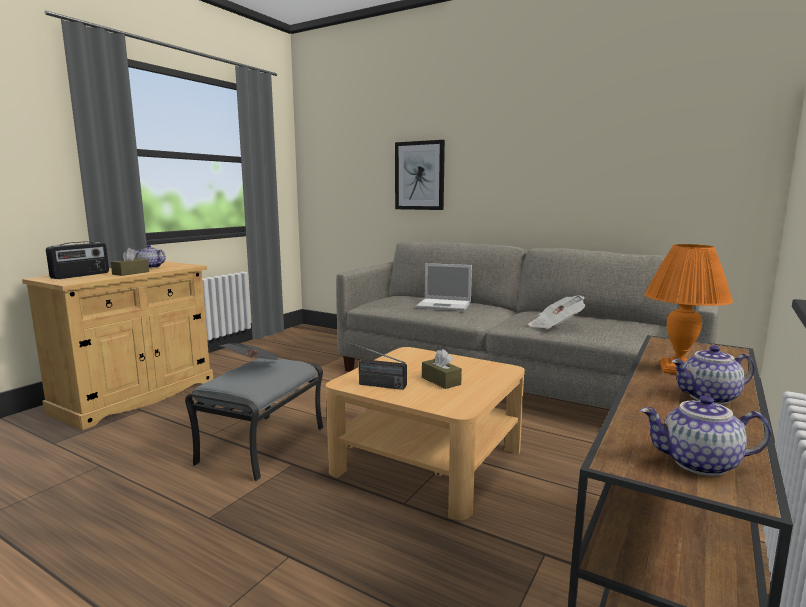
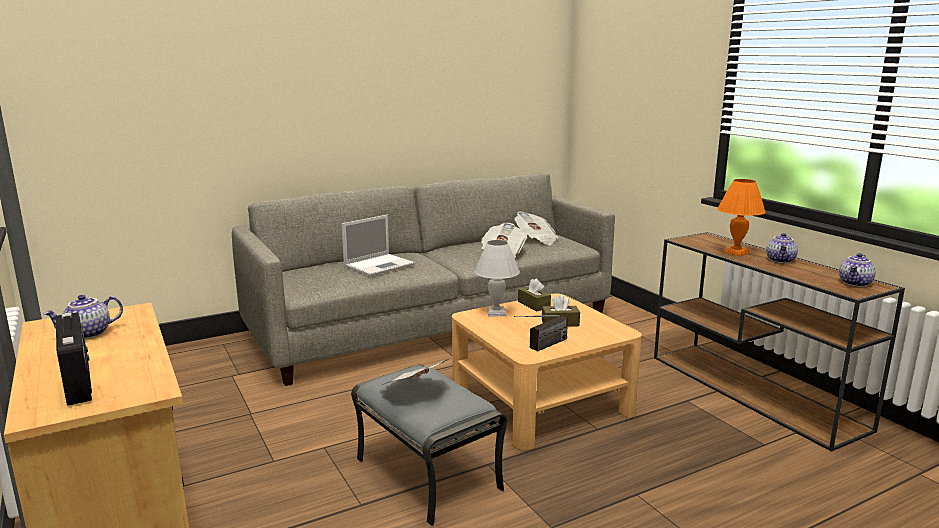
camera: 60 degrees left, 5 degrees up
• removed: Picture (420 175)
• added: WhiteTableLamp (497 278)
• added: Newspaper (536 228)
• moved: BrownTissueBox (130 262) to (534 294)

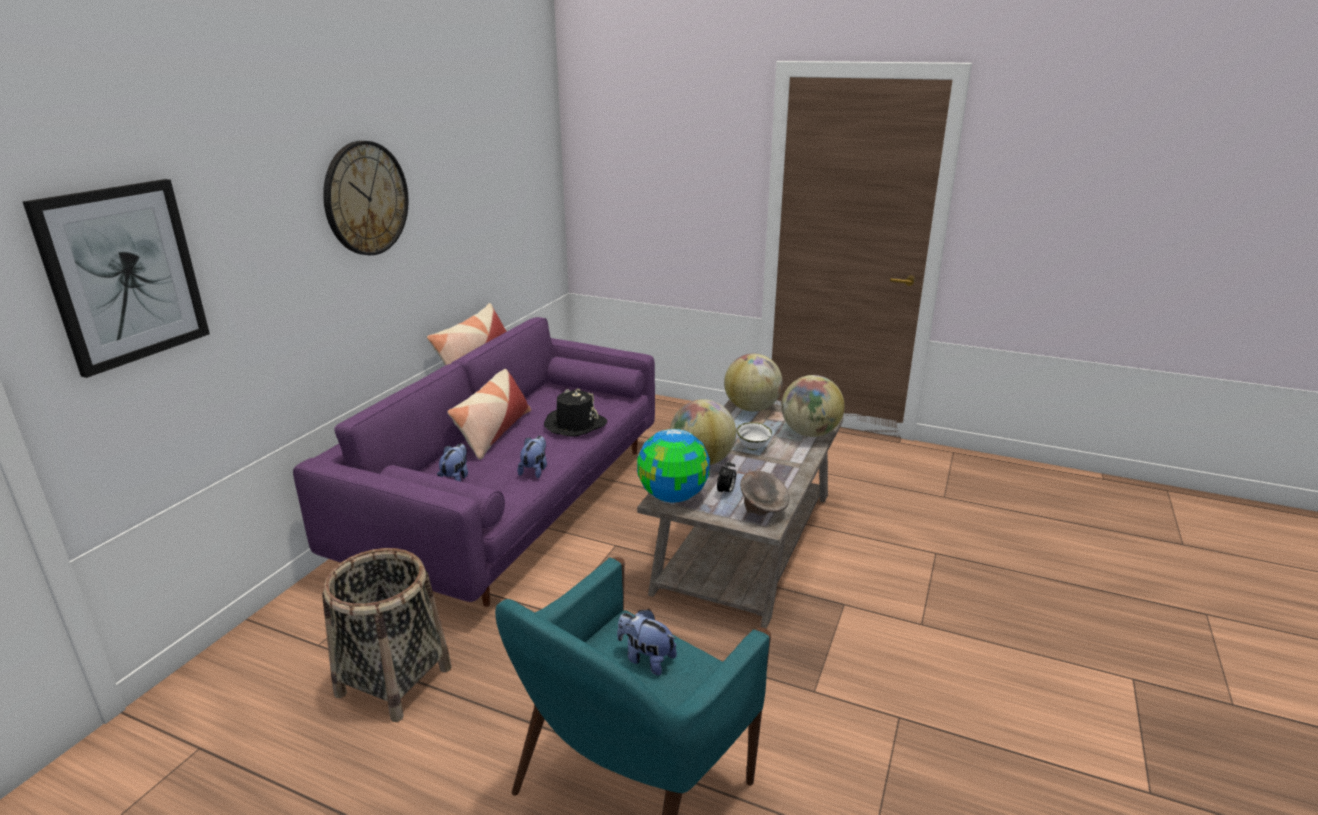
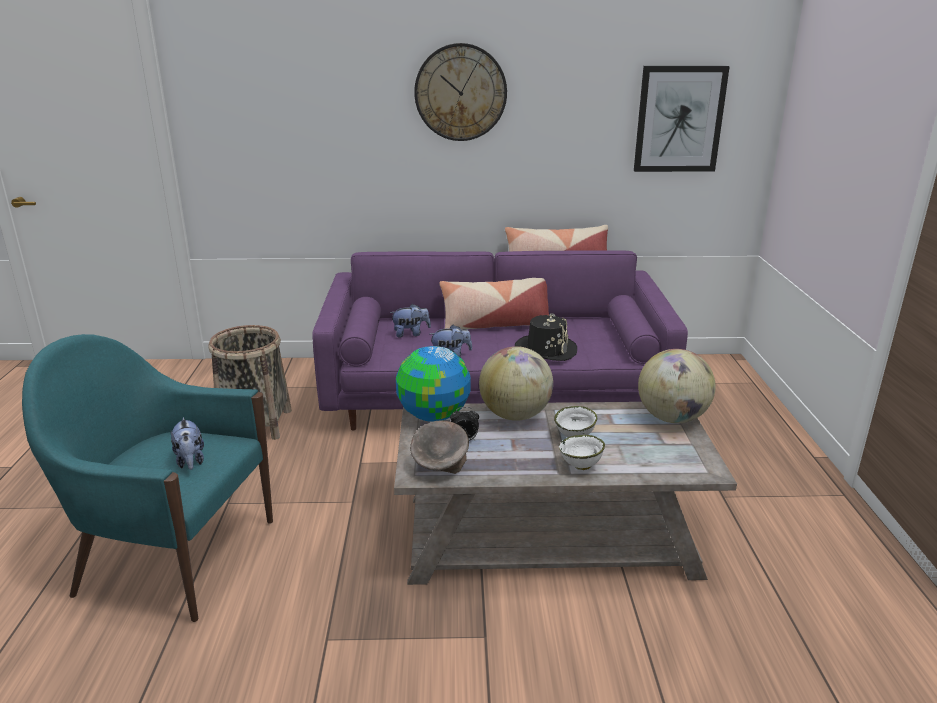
camera: 65 degrees right, 0 degrees up
• removed: Globe (813 406)
• added: WhiteBowl (582 452)
• moved: Picture (116 278) to (682 119)
• turned: PlushToy (647 642) = (187 443) 150 degrees clockwise

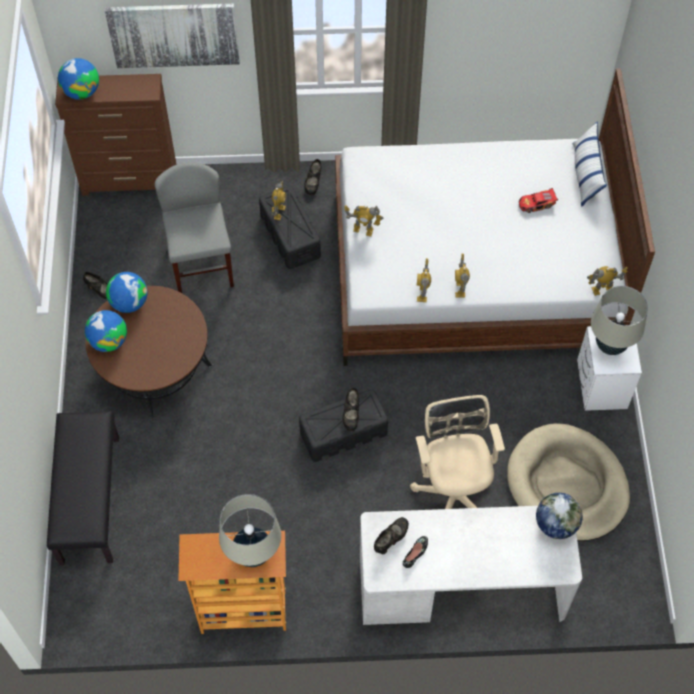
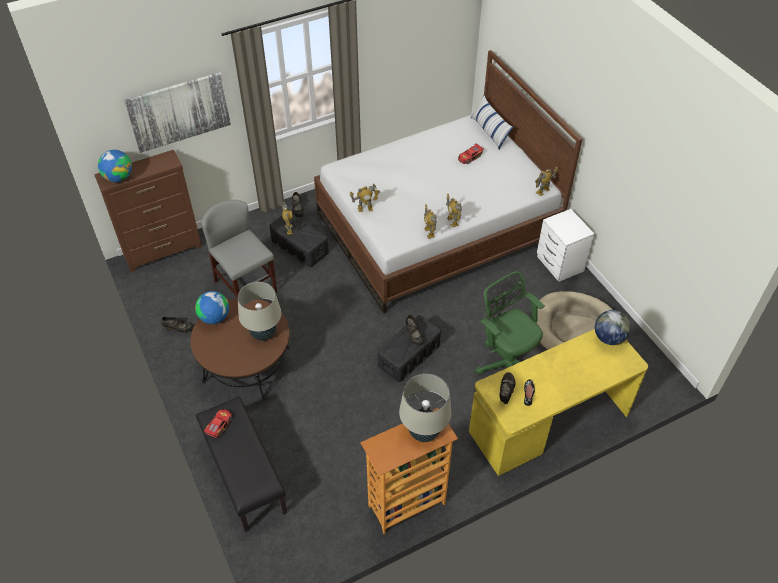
camera: 25 degrees left, 10 degrees down
• removed: Globe (106 331)
• added: ToyCar (218 423)
• moved: BeigeTableLamp (619 320) to (260 311)
• recoloured: WhiteDesk (471 565) to YellowDesk (558 402)
• recoloured: BeigeOfficeChair (457 452) to GreenOfficeChair (510 322)

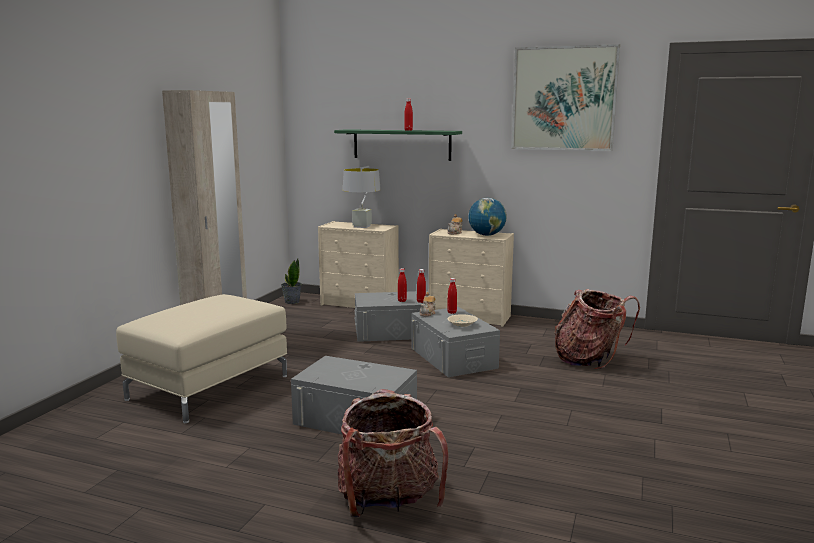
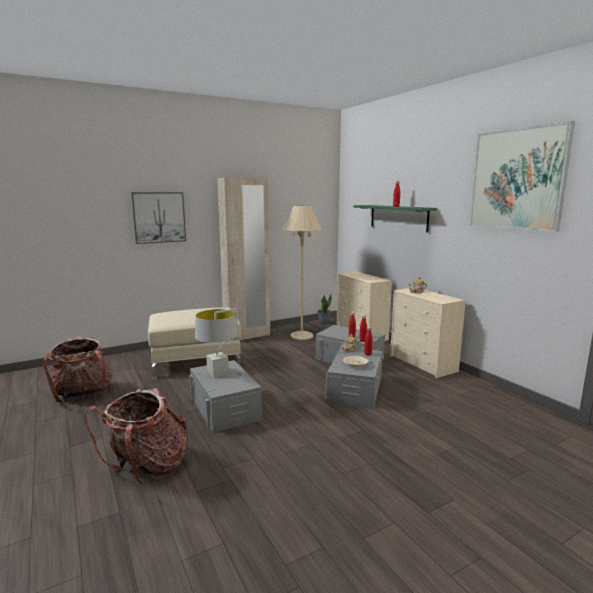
camera: 40 degrees right, 0 degrees up
• removed: Globe (487 217)
• added: Picture (158 218)
• added: BeigeFloorLamp (302 273)
• moved: GreyTableLamp (362 197) to (216 342)
• moved: Backpack (597 329) to (77 369)

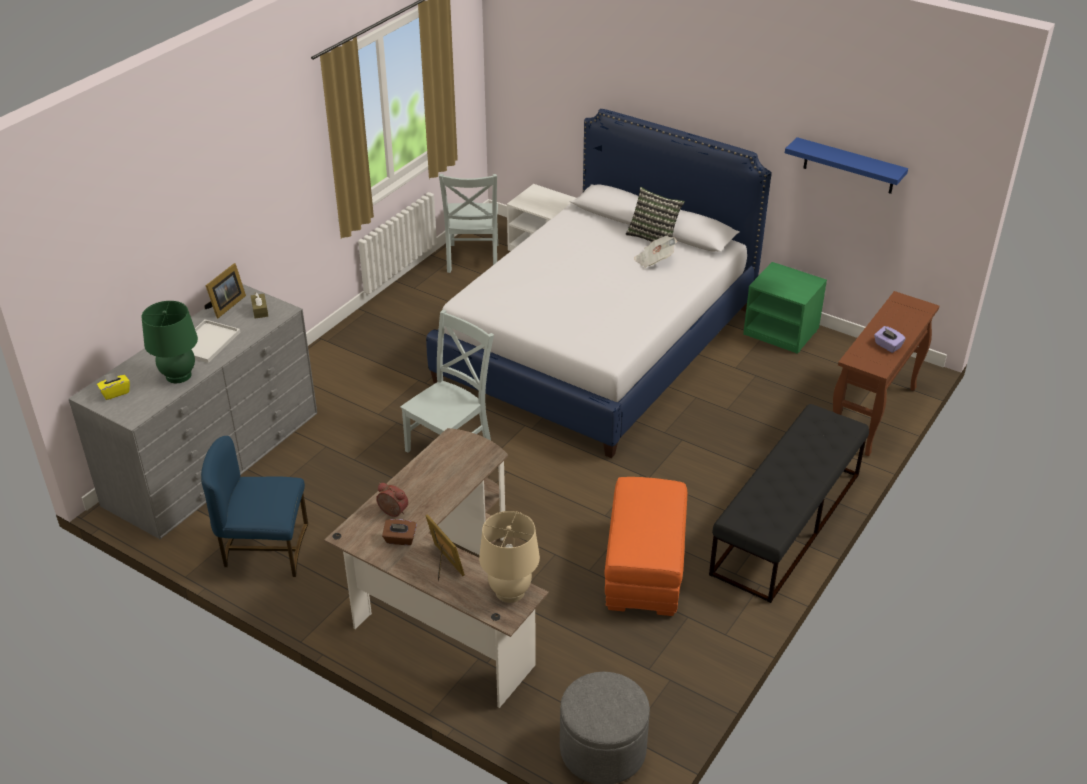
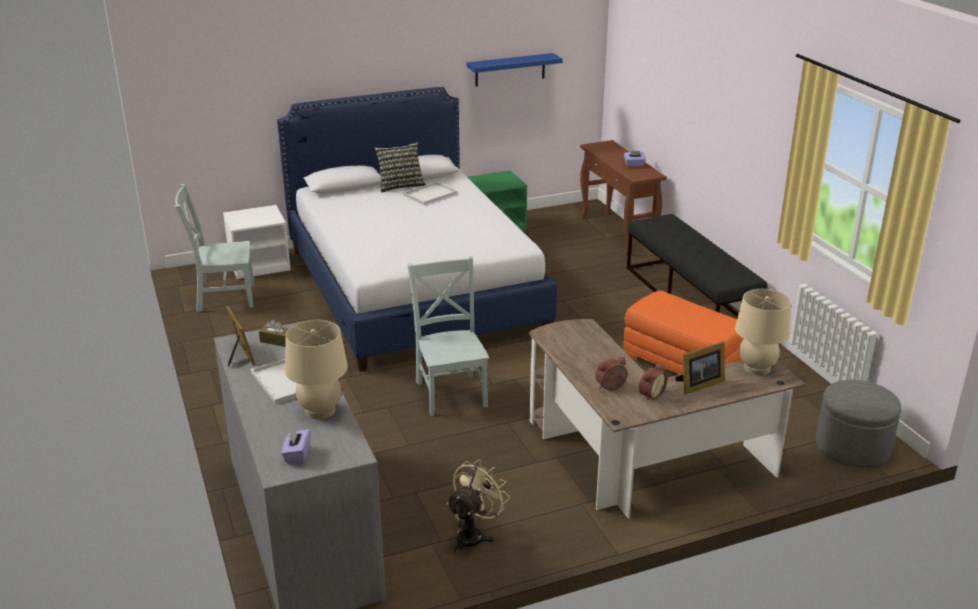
camera: 55 degrees left, 10 degrees down
• replaced: BlueChair (254 506) to BeigeFan (478 506)
• replaced: BrownTissueBox (399 532) to AlarmClock (653 382)
• replaced: Newspaper (655 252) to WhiteTray (430 193)
• recoloured: YellowTissueBox (113 385) to PurpleTissueBox (296 445)
• recoloured: GreenTableLamp (170 342) to BeigeTableLamp (316 369)
• turned: PictureFrame (445 547) = (700 368) 150 degrees clockwise
• turned: GreyChair (468 223) = (214 248) 135 degrees clockwise

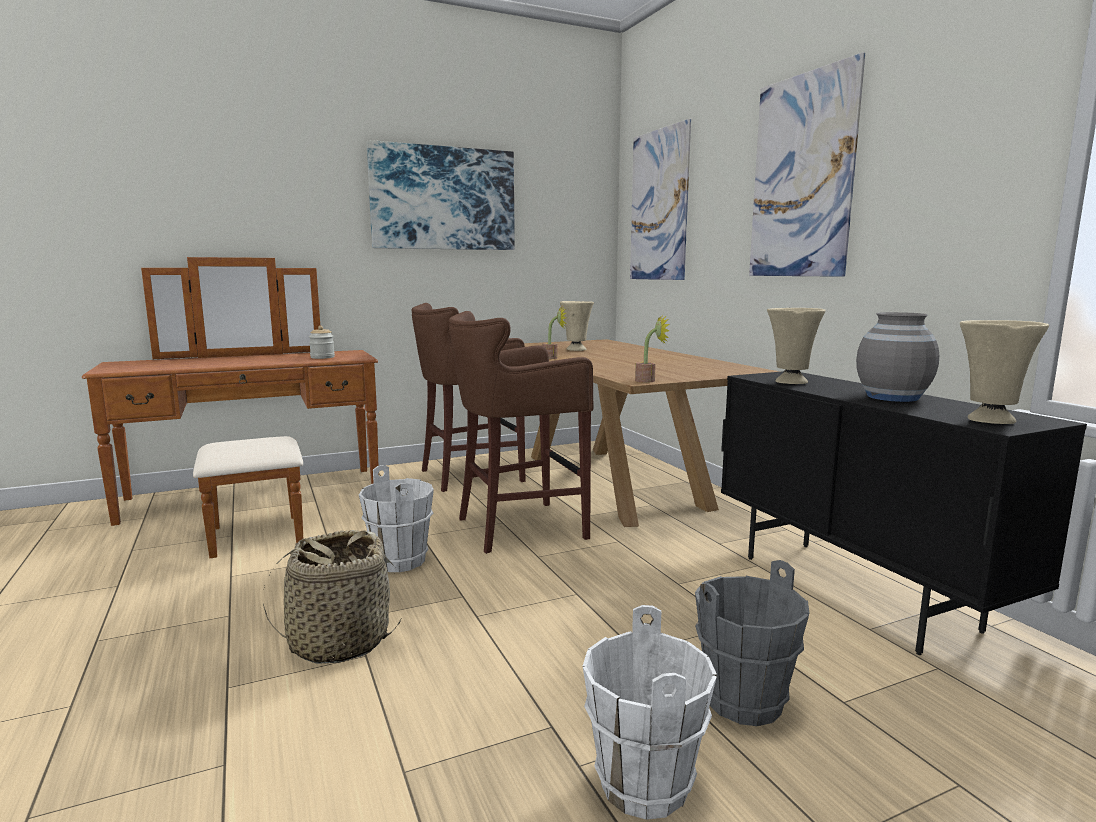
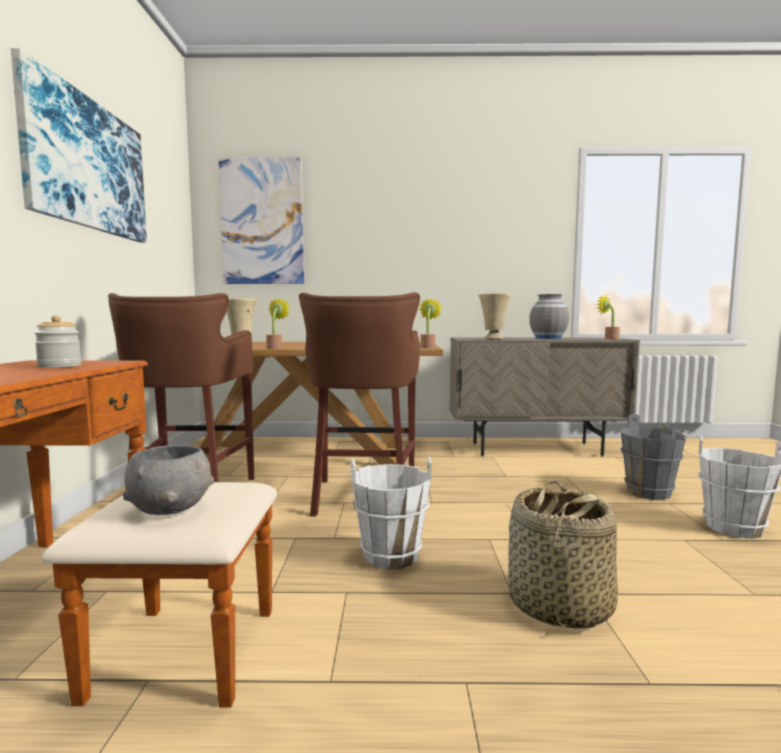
camera: 65 degrees left, 5 degrees down
• removed: Picture (807 164)
• added: GreyBowl (168 480)
• replaced: BeigeVase (1004 372) to PottedPlant (608 317)
• recoloured: BlackCabinet (904 513) to BeigeCabinet (544 397)

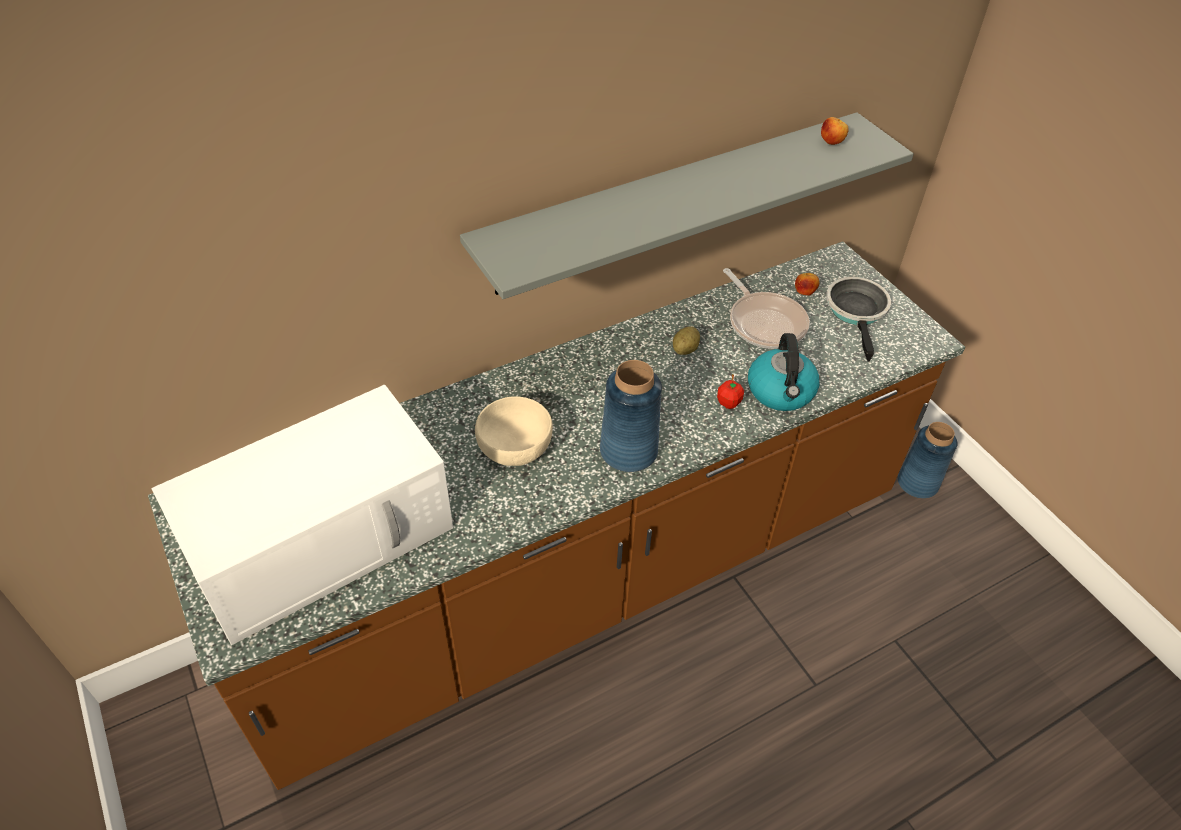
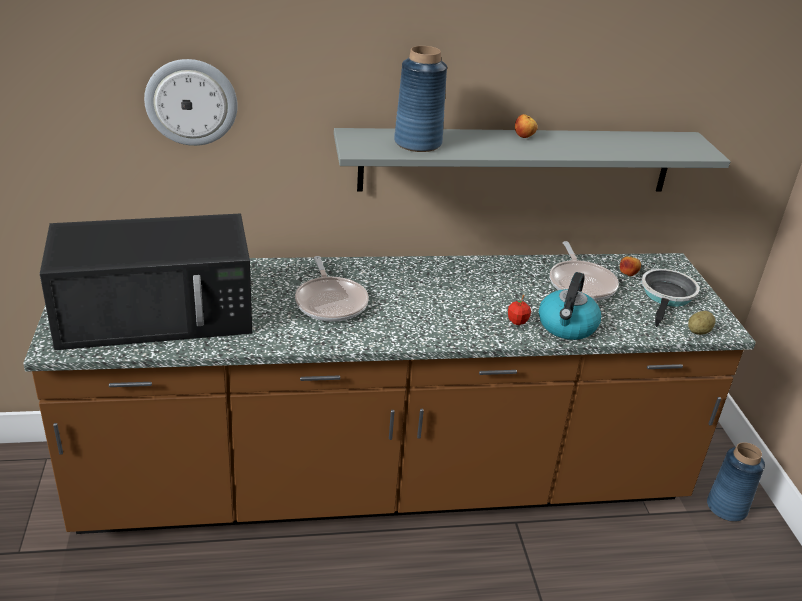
camera: 20 degrees right, 15 degrees down
• added: WallClock (191 102)
• moved: BlueVase (631 416) to (420 99)
• moved: Potato (686 340) to (701 323)
• moved: Apple (835 131) to (526 126)
• replaced: BeigeBowl (514 431) to FryingPan (332 289)
• recoloured: WhiteMicrowave (302 515) to BlackMicrowave (146 282)

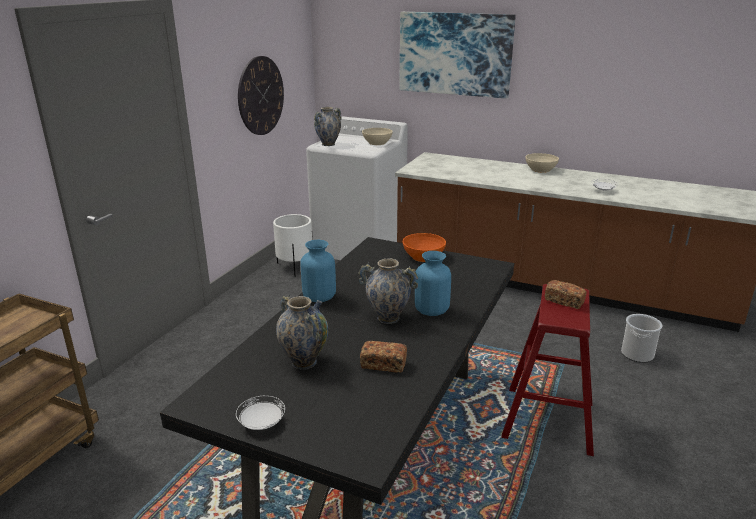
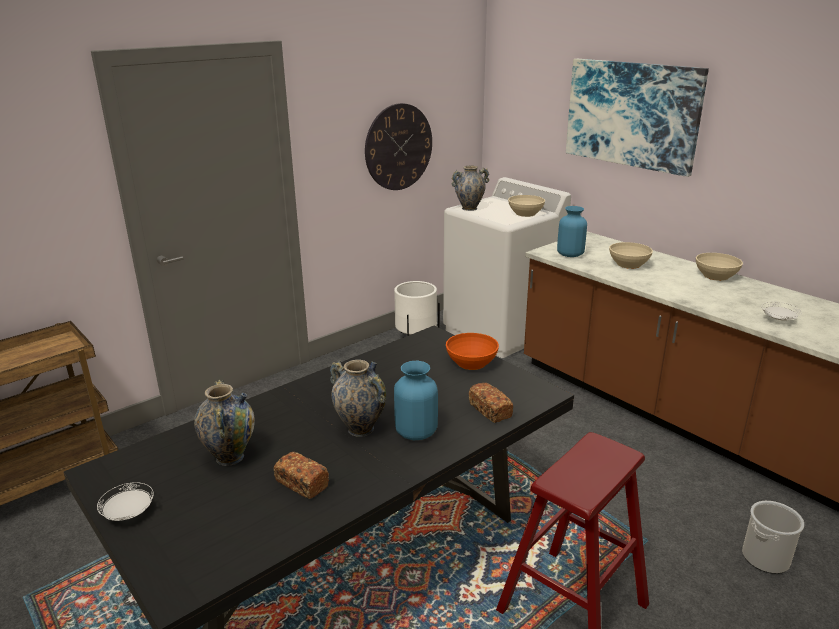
camera: 25 degrees right, 0 degrees up
• added: BeigeBowl (631 255)
• moved: BlueVase (318 271) to (572 231)
• moved: Bread (566 294) to (491 403)

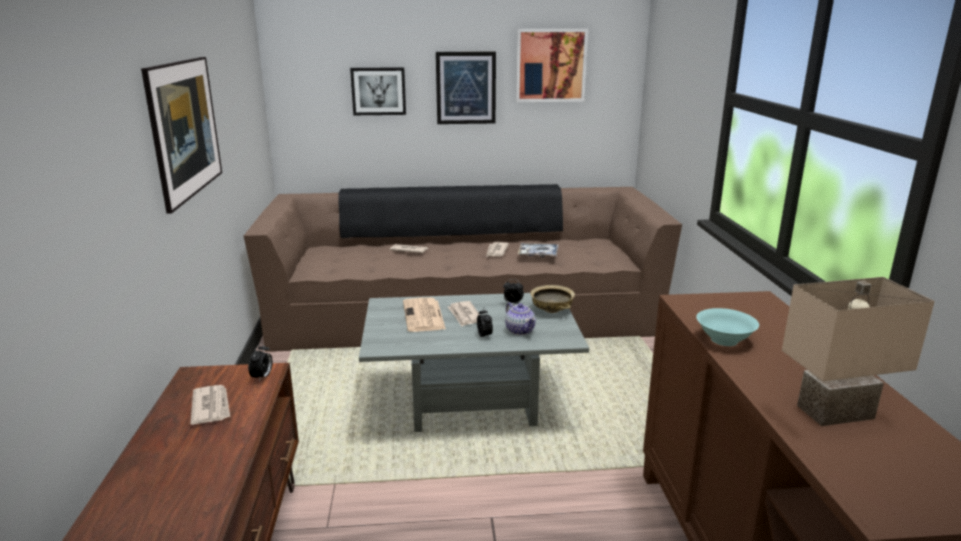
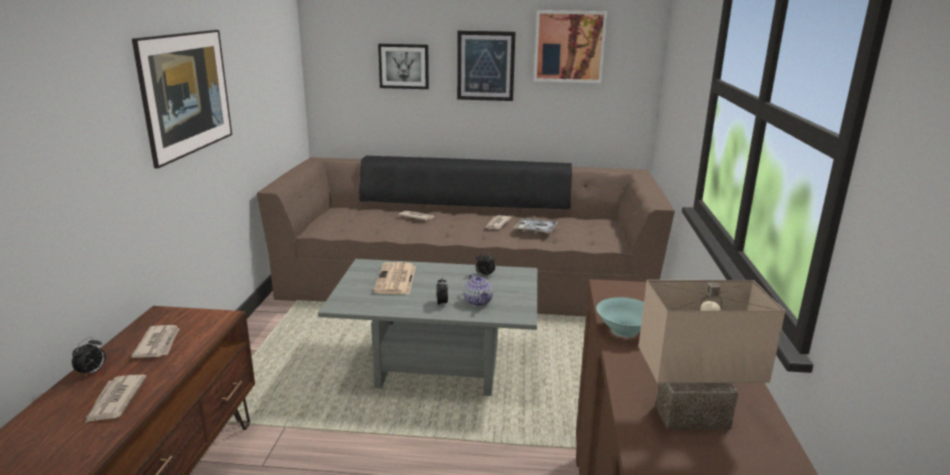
camera: 10 degrees right, 0 degrees up
• removed: BeigeBowl (552 299)
• moved: AlarmClock (260 362) to (89 357)
• moved: Newspaper (464 314) to (115 399)

